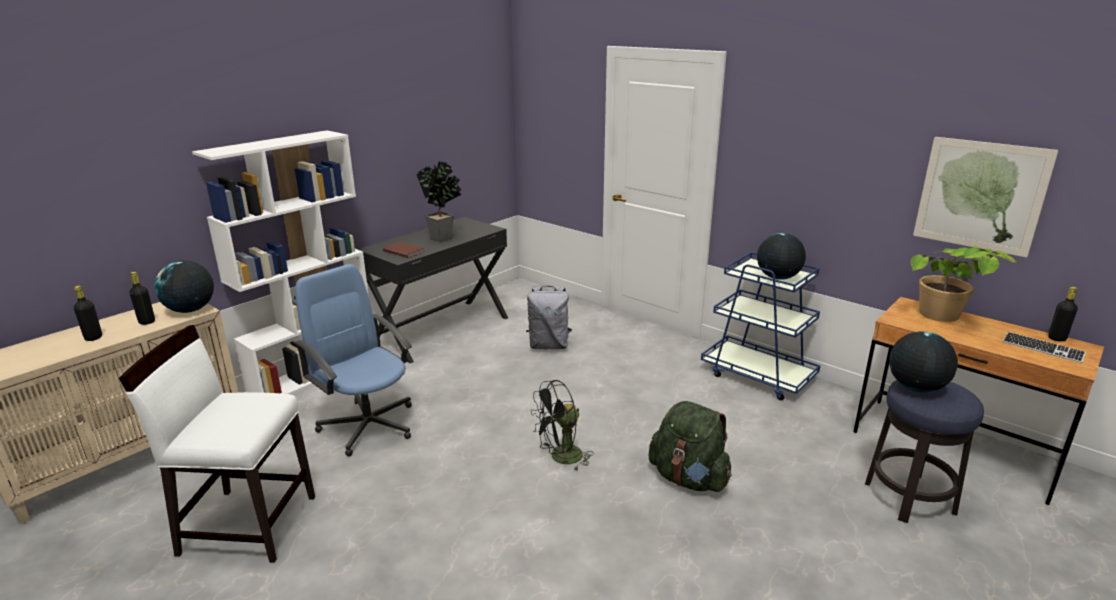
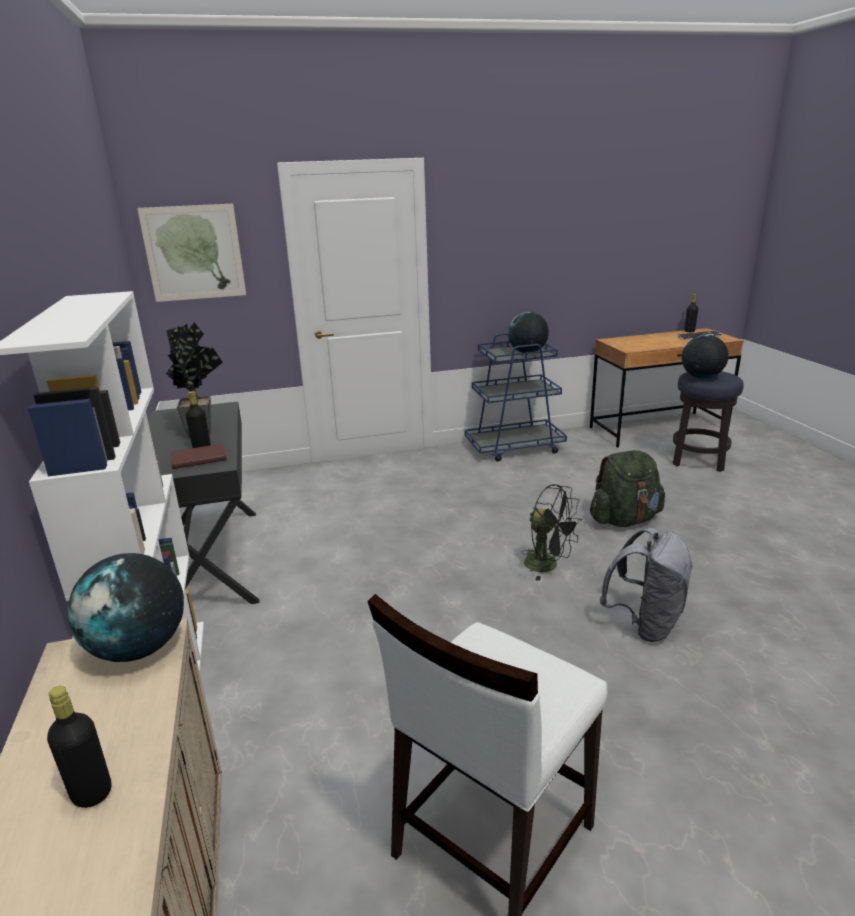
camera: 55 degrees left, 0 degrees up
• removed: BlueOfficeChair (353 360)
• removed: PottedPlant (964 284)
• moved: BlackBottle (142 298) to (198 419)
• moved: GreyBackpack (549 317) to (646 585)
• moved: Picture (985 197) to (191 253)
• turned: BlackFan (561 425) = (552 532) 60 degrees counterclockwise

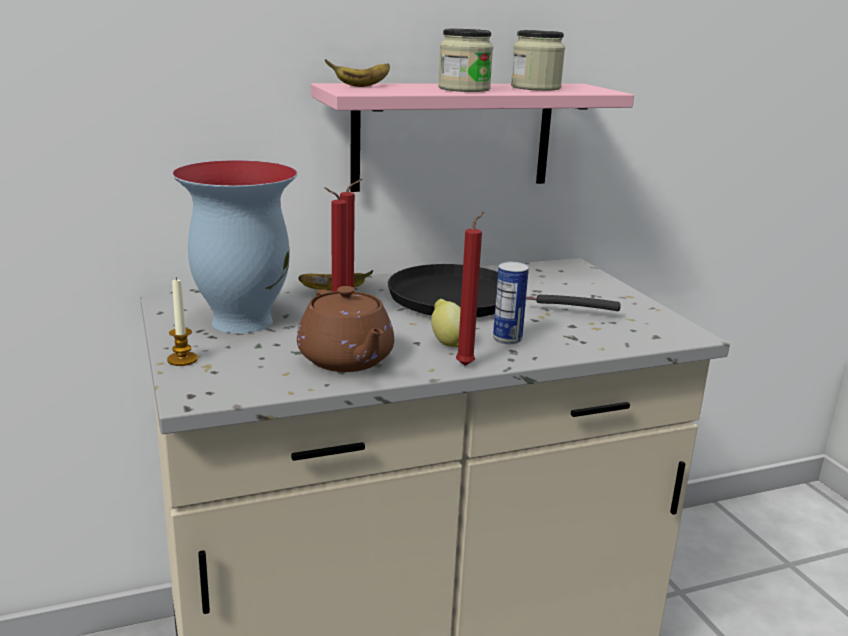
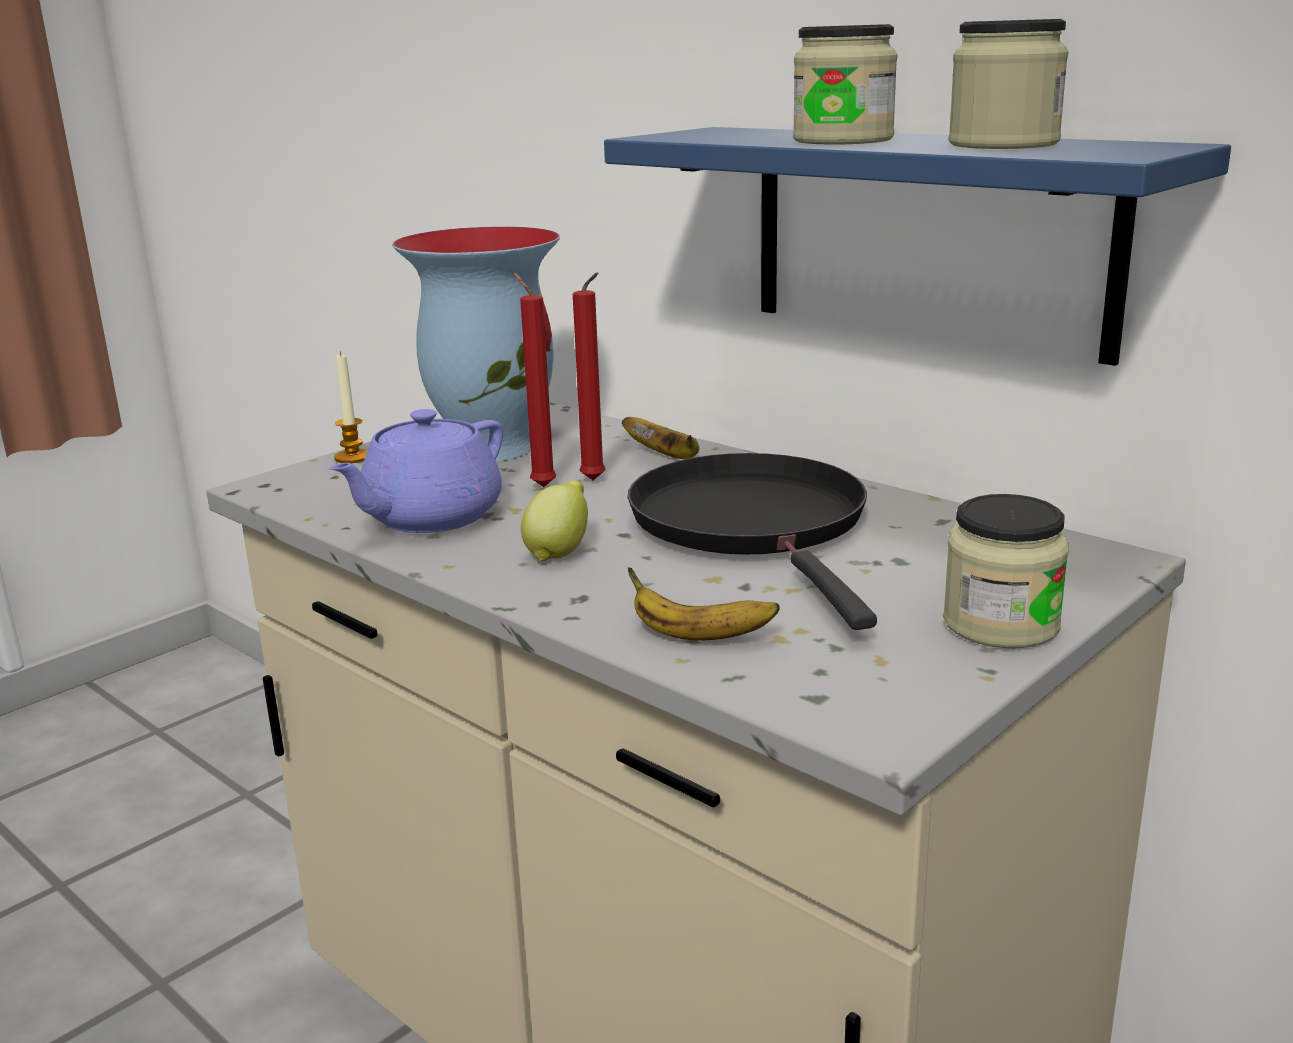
camera: 65 degrees right, 0 degrees up
• removed: RedCandle (470 288)
• removed: Can (511 303)
• added: Jar (1006 571)
• moved: Banana (357 73) to (704 603)
• recoloured: BrownTeapot (345 329) to PurpleTeapot (416 471)
• recoloured: PinkShelf (472 137) to BlueShelf (917 246)

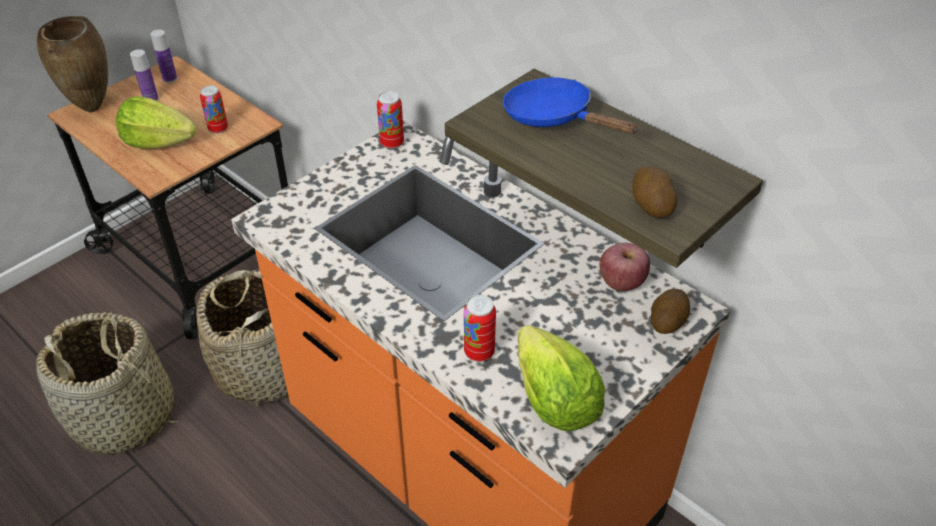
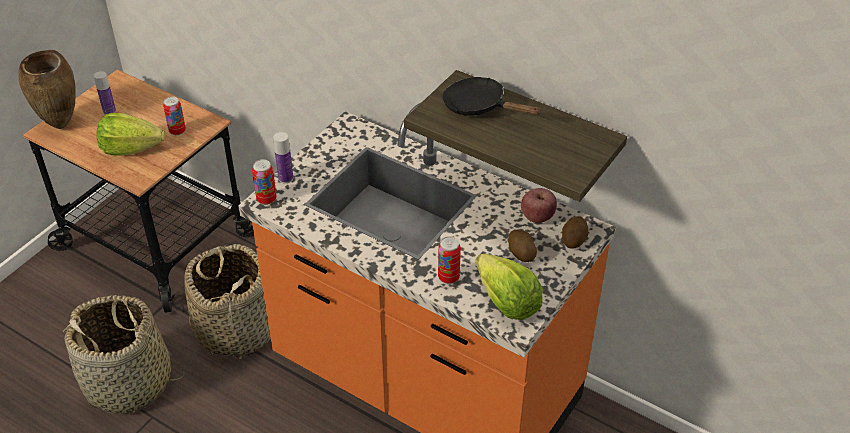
camera: 10 degrees left, 0 degrees up
• moved: Bottle (163 56) to (283 157)
• moved: Can (390 120) to (264 182)
• moved: Potato (655 192) to (522 246)
• recoloured: BlueFryingPan (571 105) to BlackFryingPan (492 96)

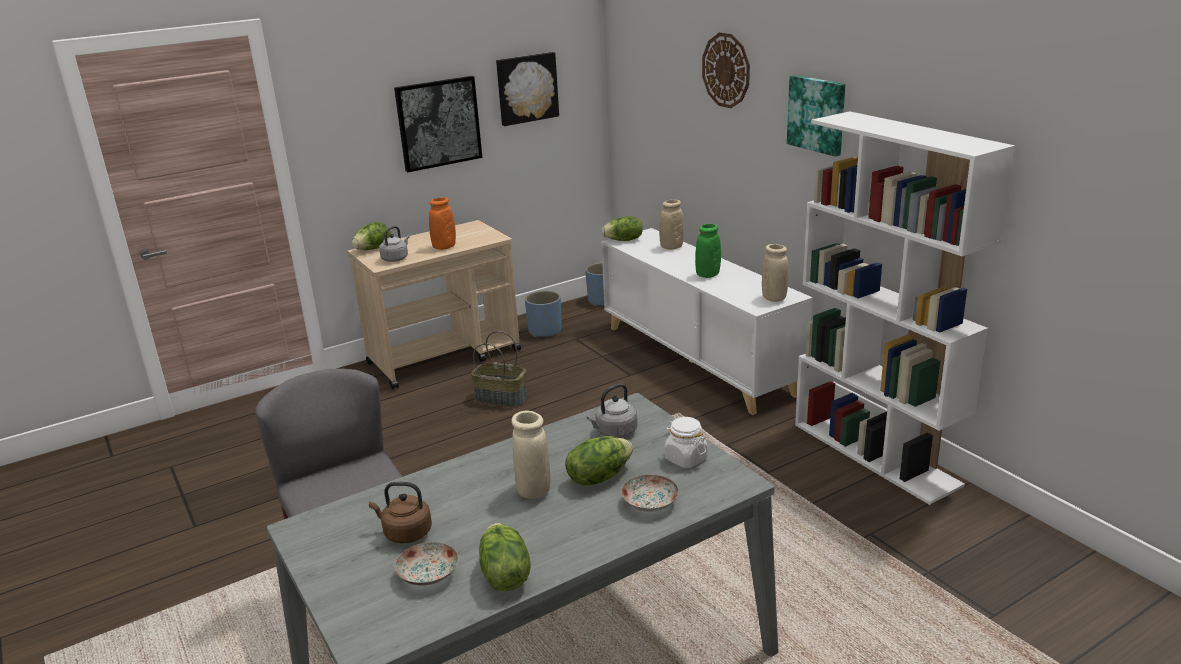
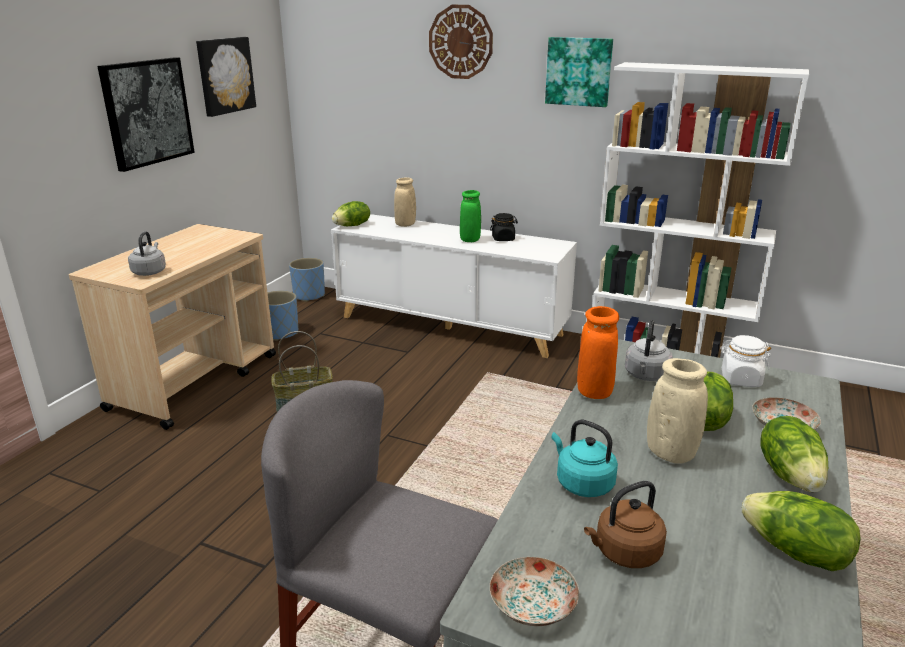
camera: 35 degrees left, 0 degrees up
• removed: BeigeVase (775 273)
• added: BlackJar (504 227)
• added: TurquoiseKettle (585 458)
• moved: Lettuce (371 236) to (794 454)
• moved: Plate (426 564) to (534 591)
• moved: OrangeVase (442 223) to (598 352)

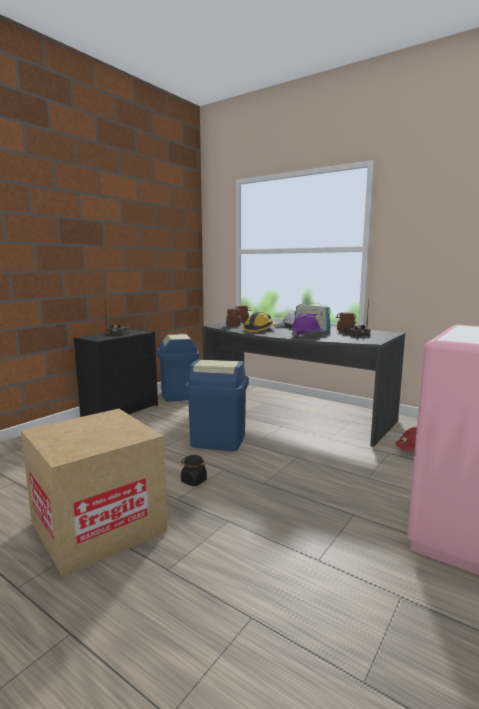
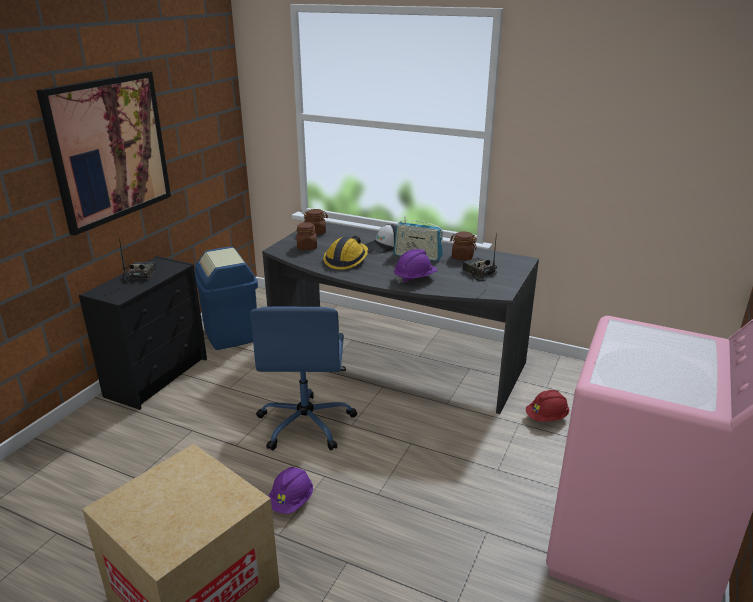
camera: 10 degrees left, 15 degrees up
• added: Picture (103 153)
• replaced: BlackJar (194 470) to PurpleHardHat (290 490)
• replaced: BlueTrashCan (217 405) to BlueOfficeChair (303 378)

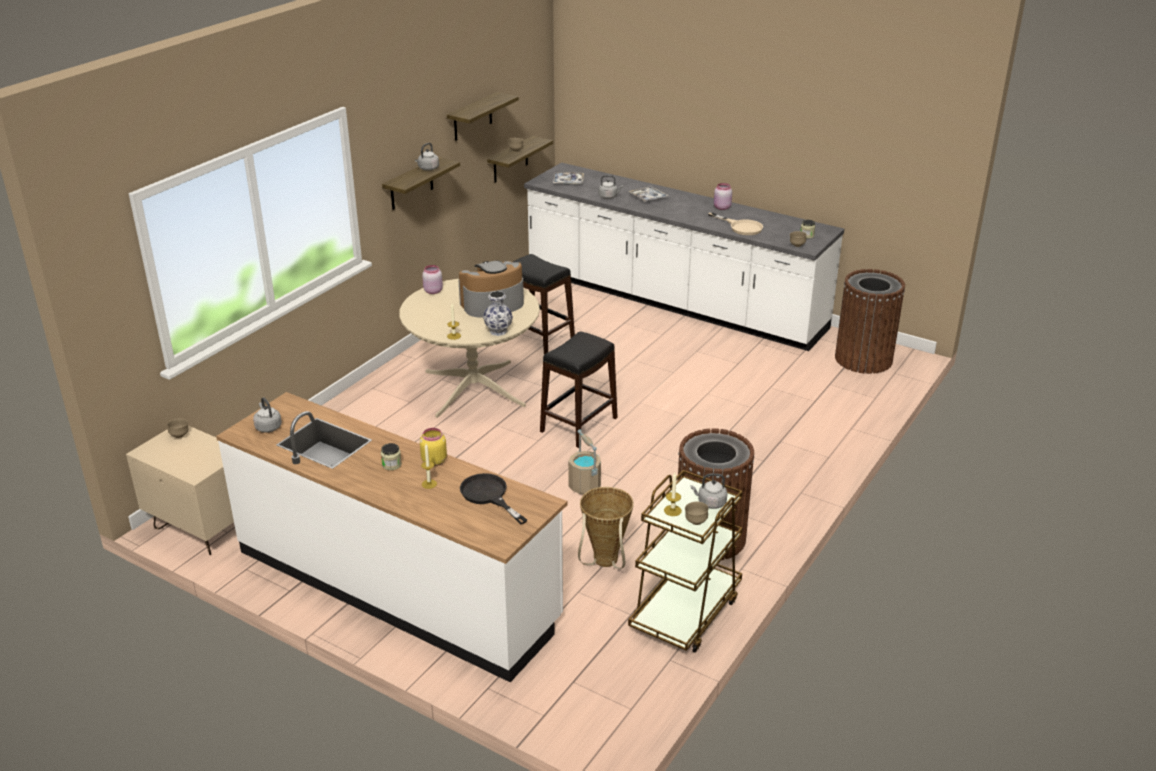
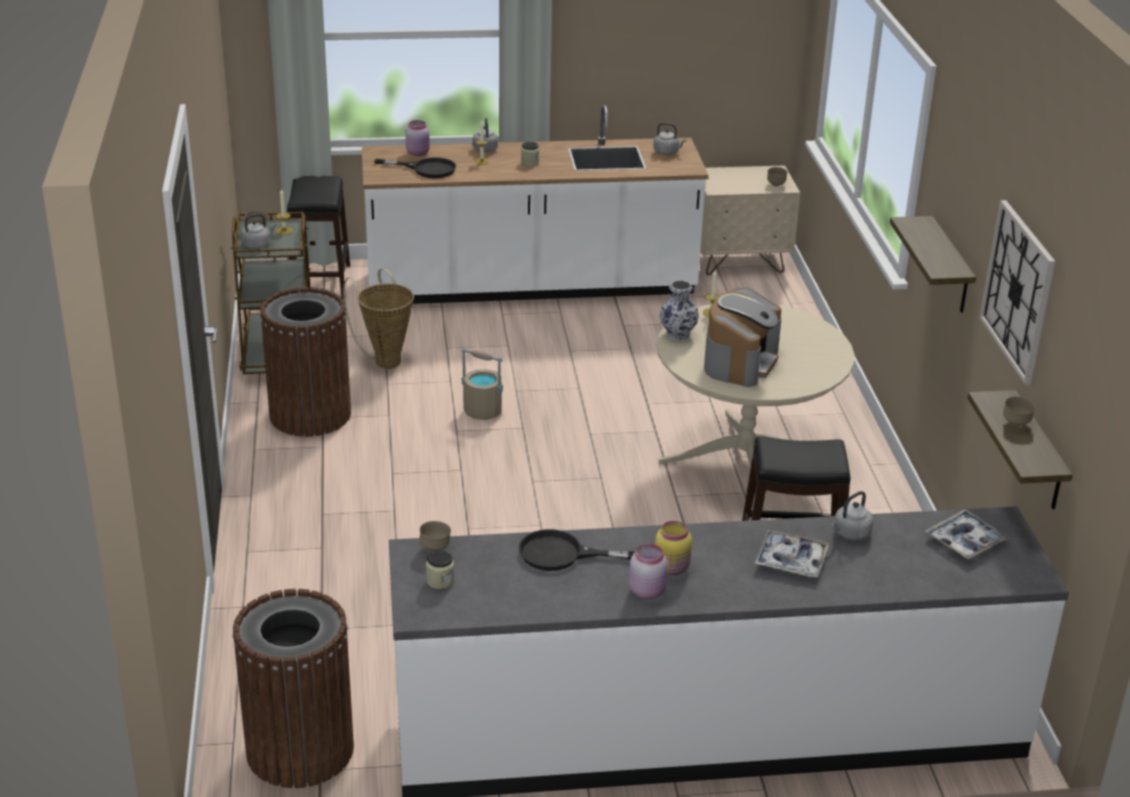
camera: 140 degrees right, 0 degrees up
• moved: GreyKettle (427 156) to (485 135)
• moved: YellowJar (433 447) to (673 548)
• moved: PinkJar (432 279) to (417 138)
• moved: BlackStool (579 389) to (318 238)
• replaced: Shelf (483 116) to WallClock (1018 292)
• recoloured: BeigeFryingPan (735 223) to BlackFryingPan (577 550)

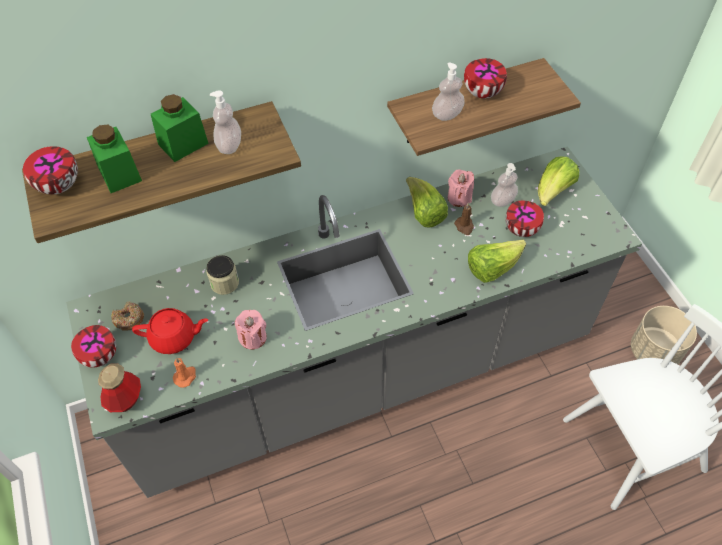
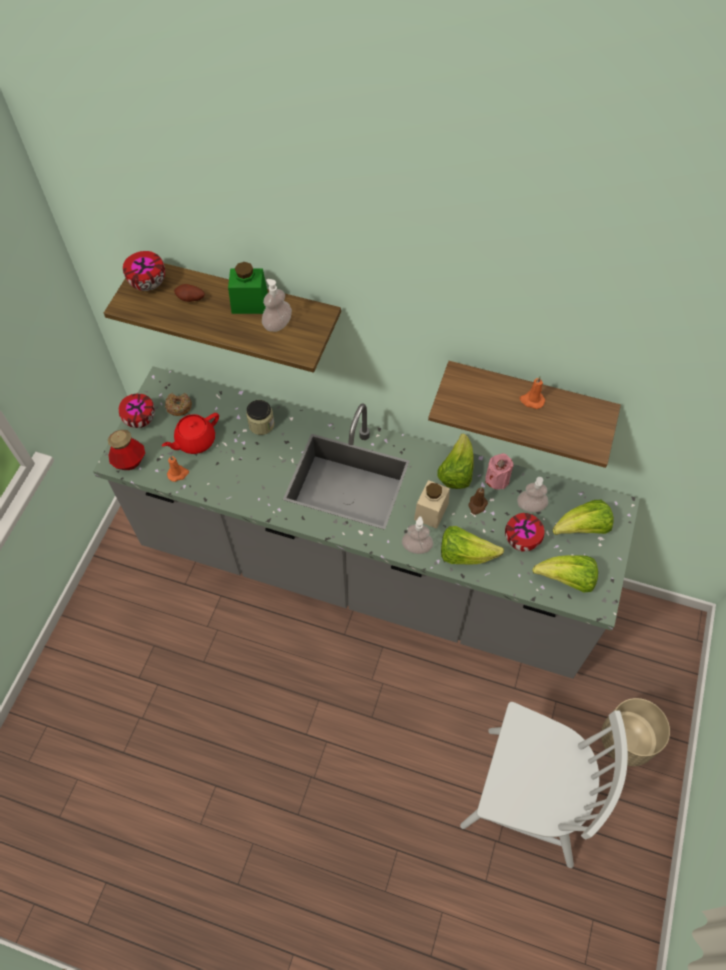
camera: 40 degrees right, 5 degrees up
• removed: PinkCandle (251 330)
• added: BeigeJar (432 504)
• added: Lettuce (565 574)
• moved: SoapDispenser (448 91) to (417 535)
• replaced: GreenJar (114 159) to Potato (189 293)
• replaced: Bowl (485 78) to OrangeCandle (532 392)
• turned: RedTeapot (170 331) = (190 433) 105 degrees clockwise

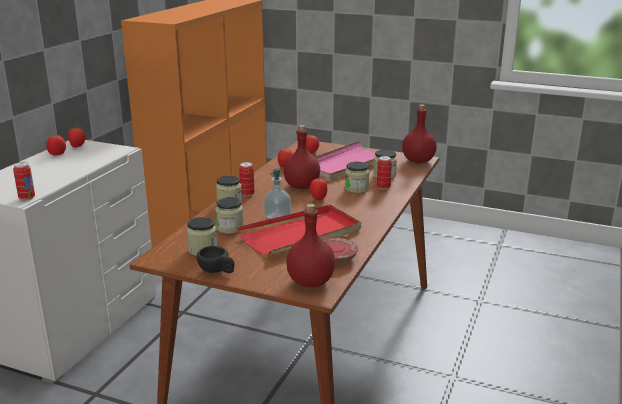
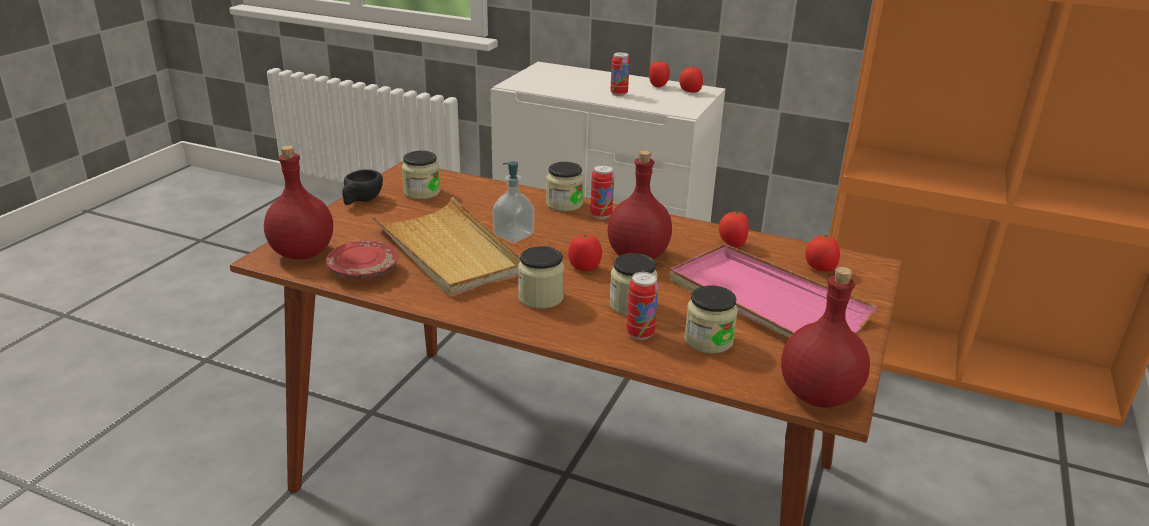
camera: 90 degrees right, 5 degrees up
• moved: Can (24 181) to (620 74)
• moved: Jar (229 215) to (541 277)
• recoloured: RedTray (299 230) to BeigeTray (446 246)

